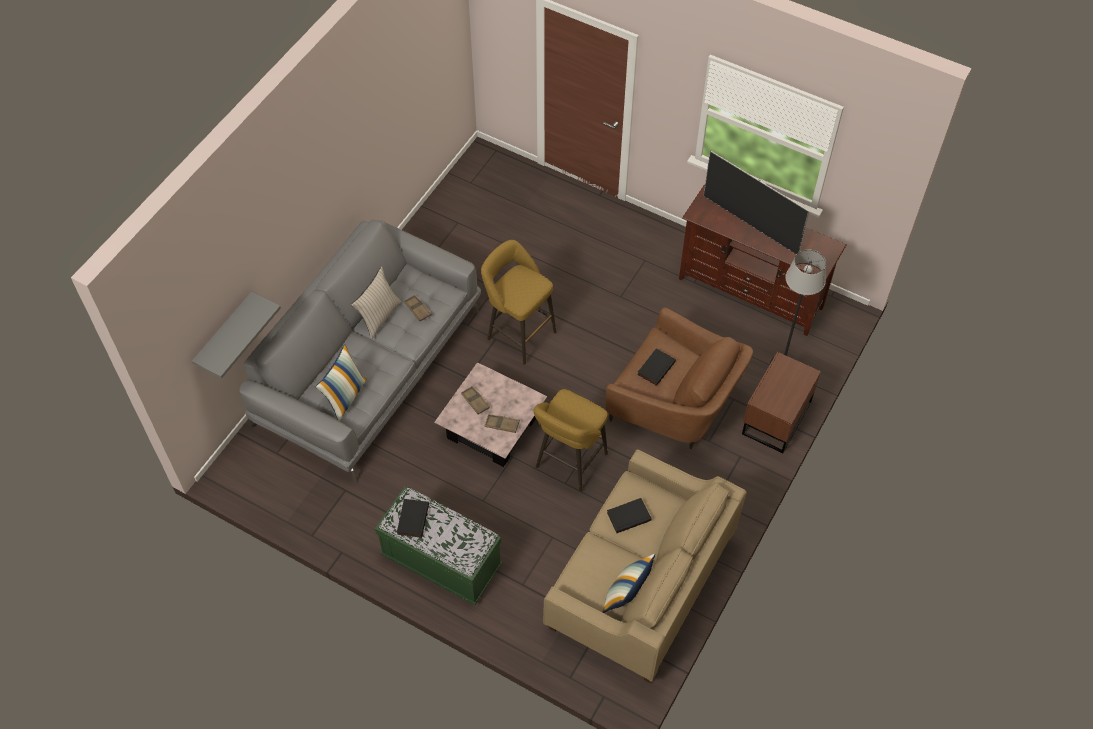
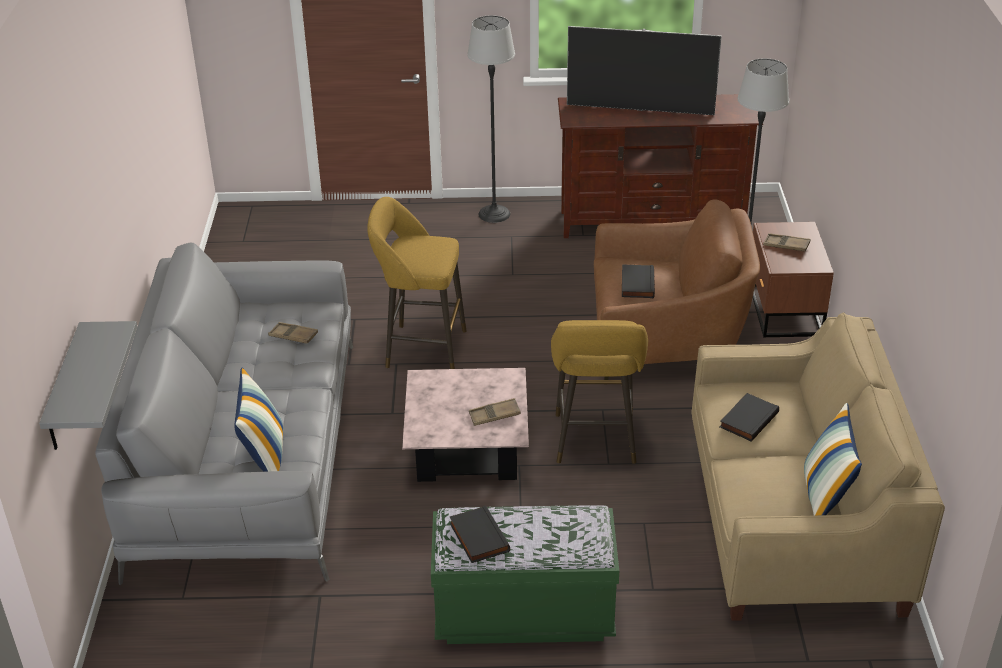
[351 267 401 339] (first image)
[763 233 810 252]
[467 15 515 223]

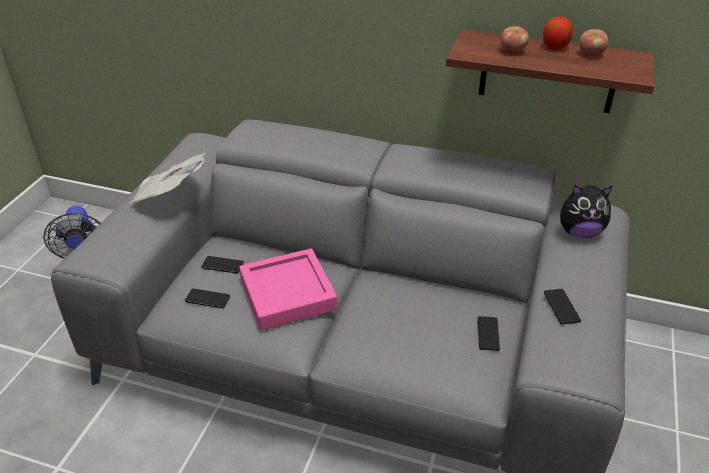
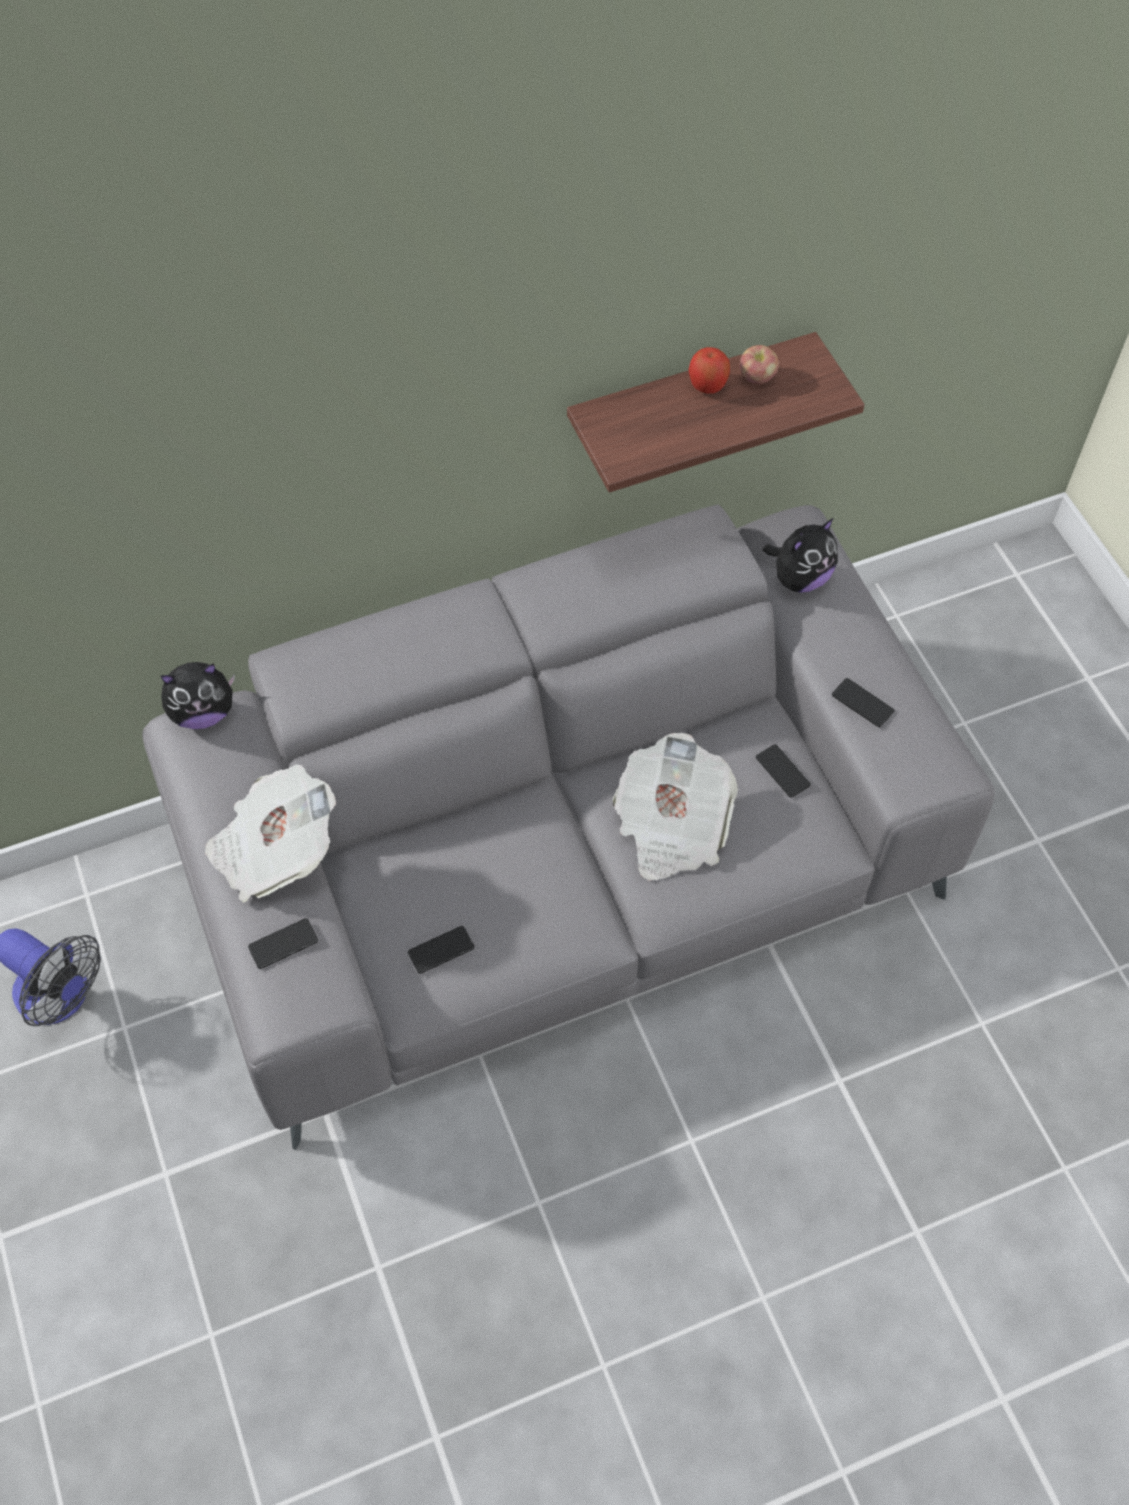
[501 26 529 53] (first image)
[239 248 337 330] (first image)
[248 918 318 969]
[161 662 235 729]
[613 733 738 881]

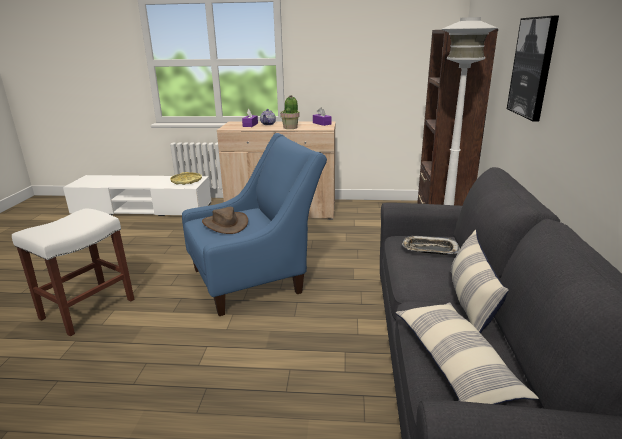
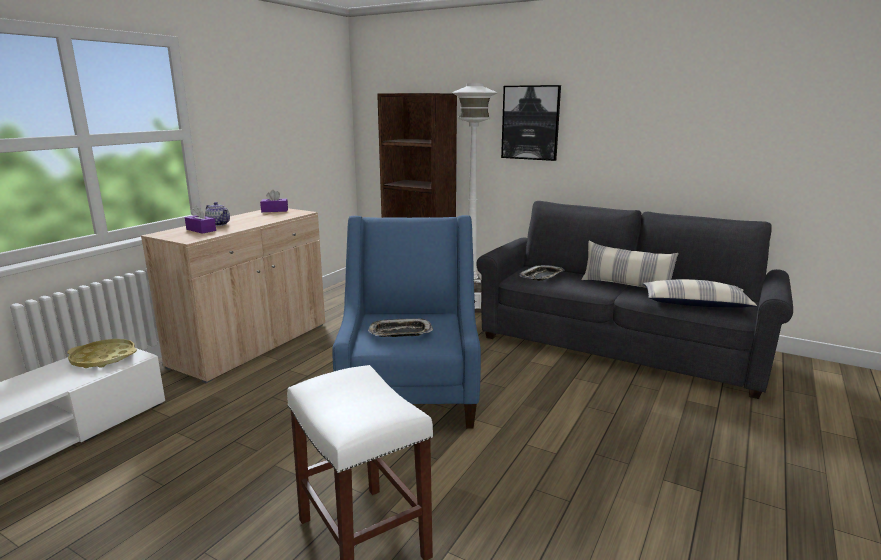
[280 95 300 129] (first image)
[368 318 433 337]

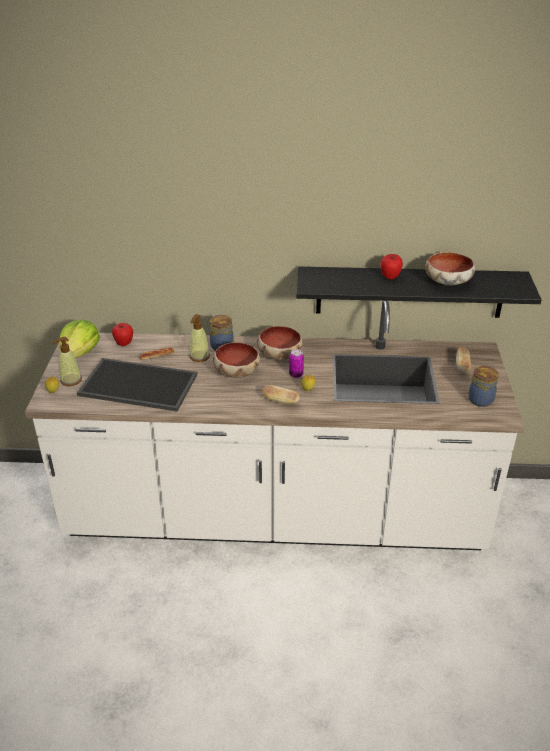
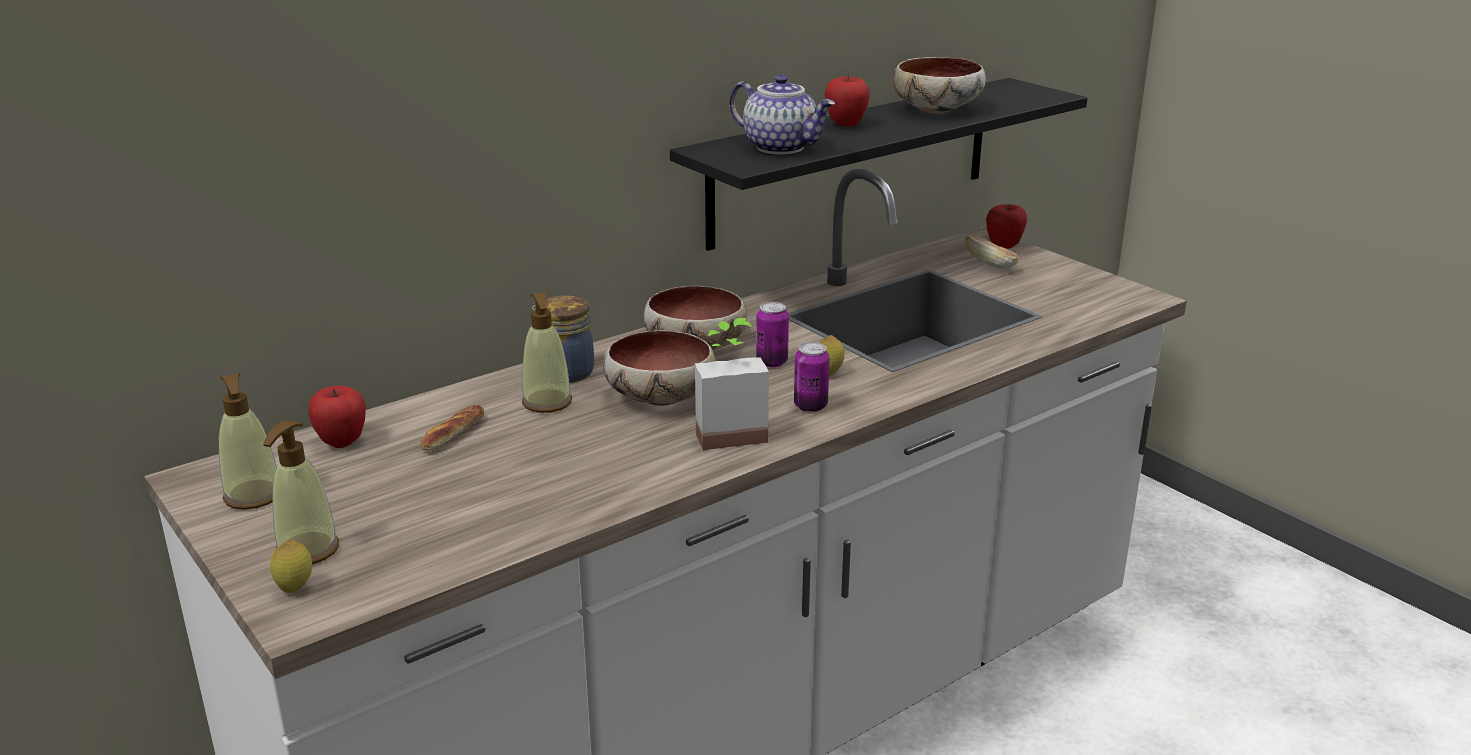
[219 373 277 510]
[77 358 197 411] (first image)
[468 366 499 407] (first image)
[794 342 830 412]
[729 74 835 155]
[986 204 1027 249]
[695 318 769 450]

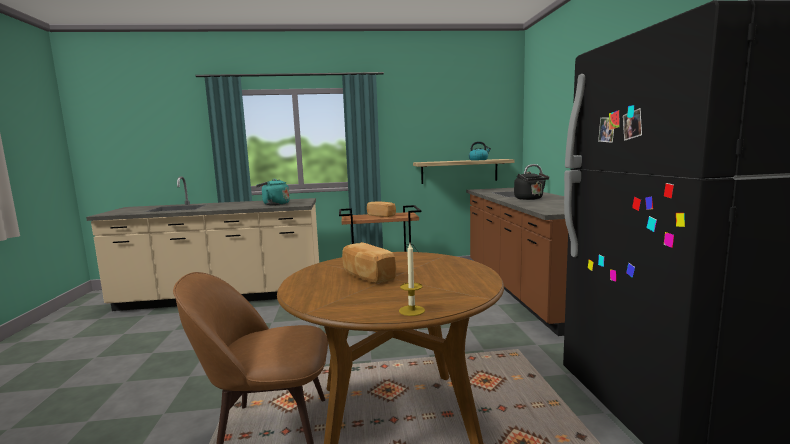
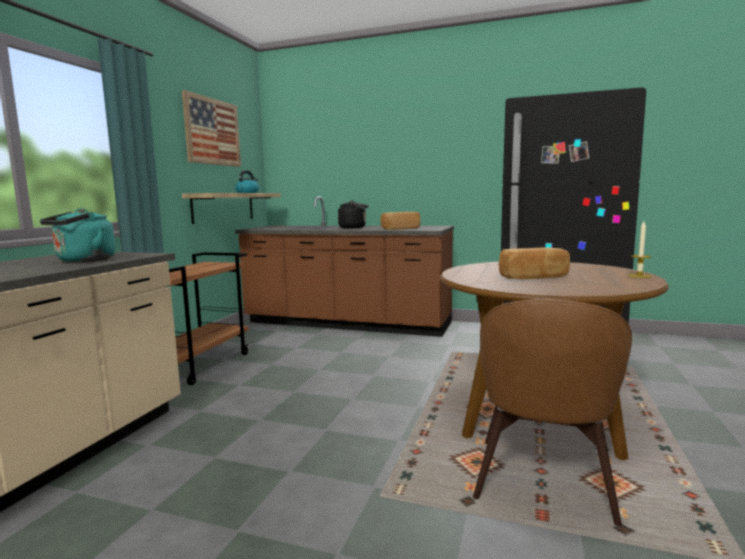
[380 212 420 230]
[182 90 241 167]

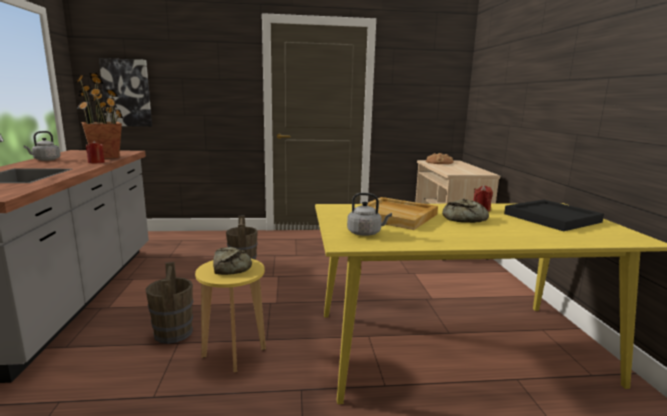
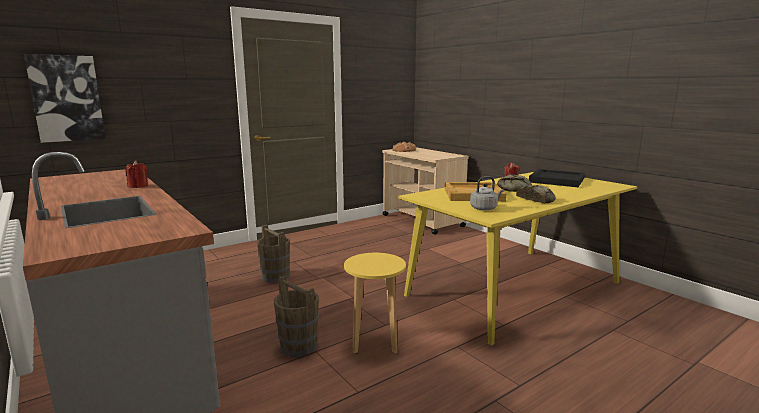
[74 73 123 159] (first image)
[24 131 60 161] (first image)
[516 185 556 203]

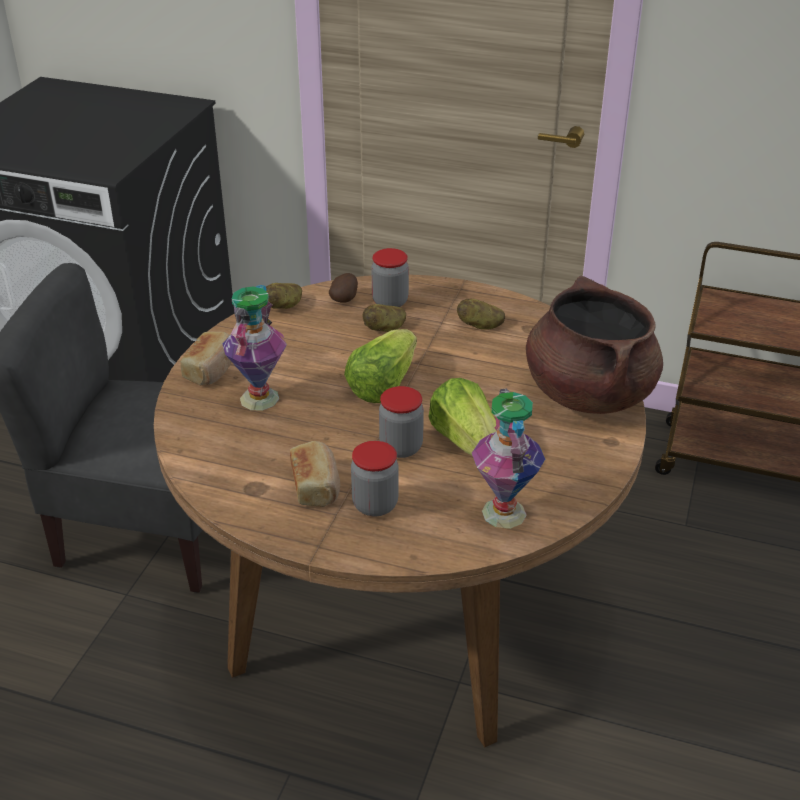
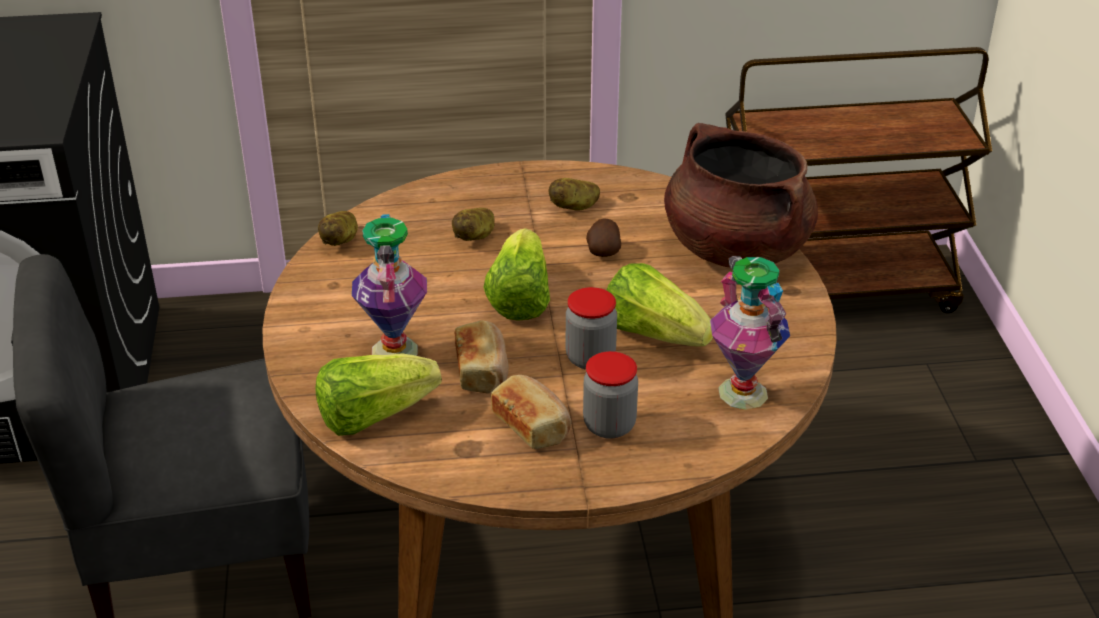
[371 248 409 307] (first image)
[586 218 621 257]
[455 320 509 394]
[316 353 442 436]

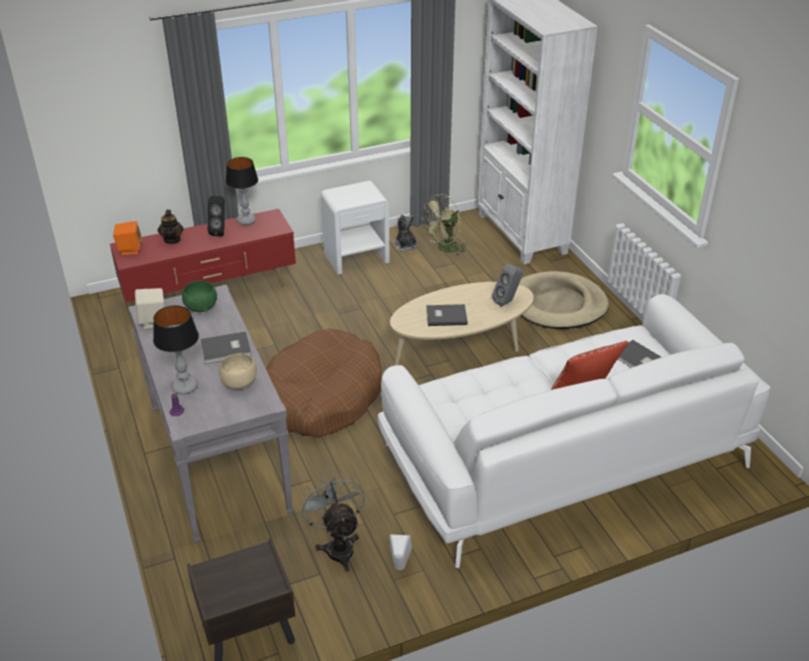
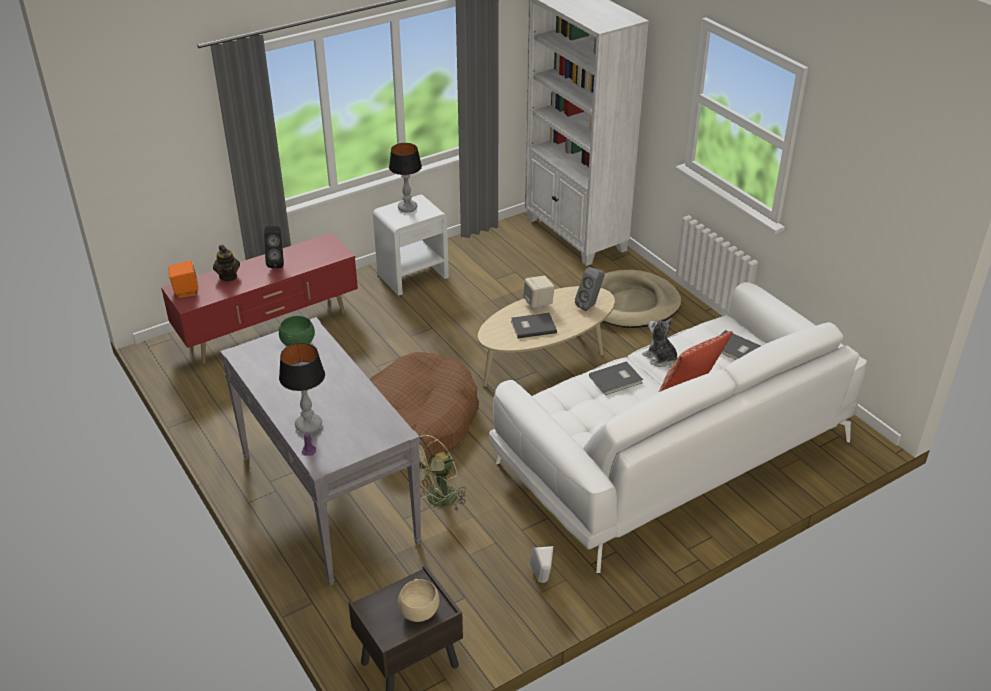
[389 143 422 213]
[405 435 466 512]
[642 318 680 367]
[523 276 555 312]
[589 361 643 395]
[398 579 439 622]
[299 471 365 572] (first image)

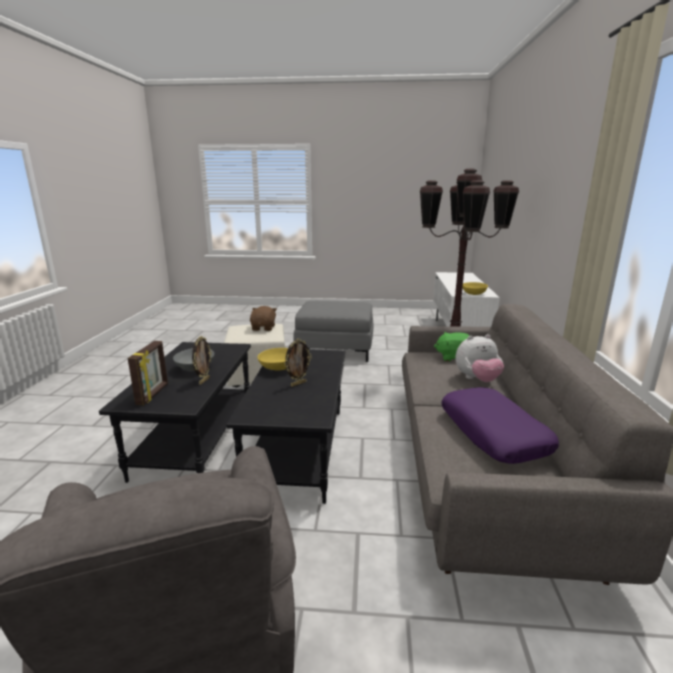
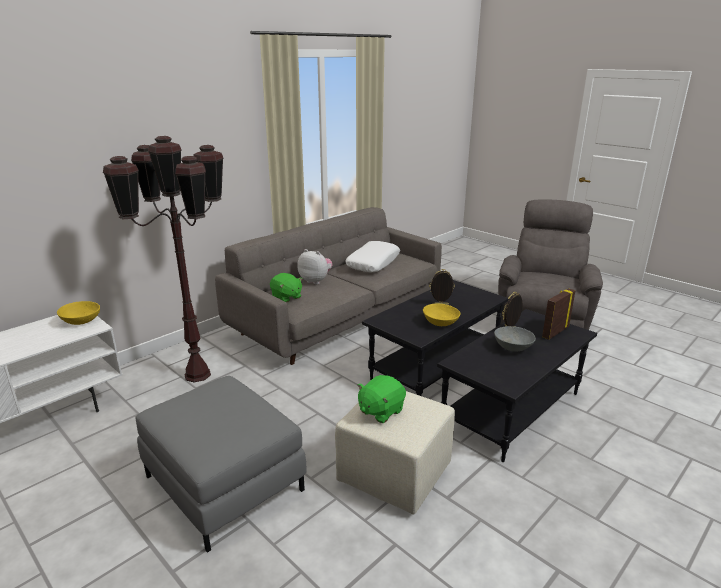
[357 375 406 423]
[345 241 400 273]

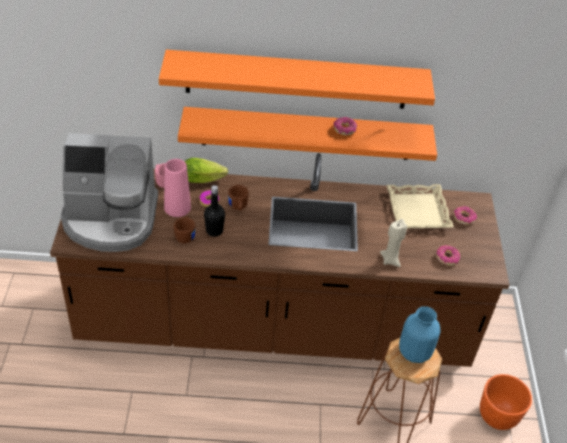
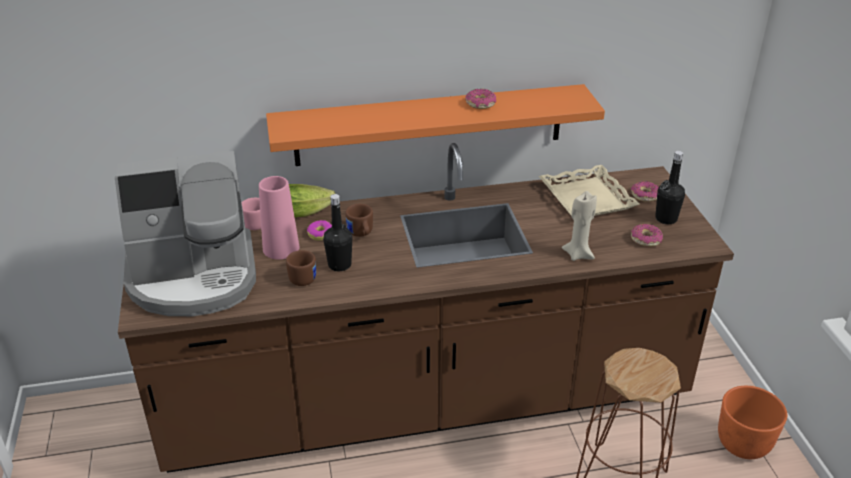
[159 50 435 109] (first image)
[399 306 441 363] (first image)
[655 151 685 224]

